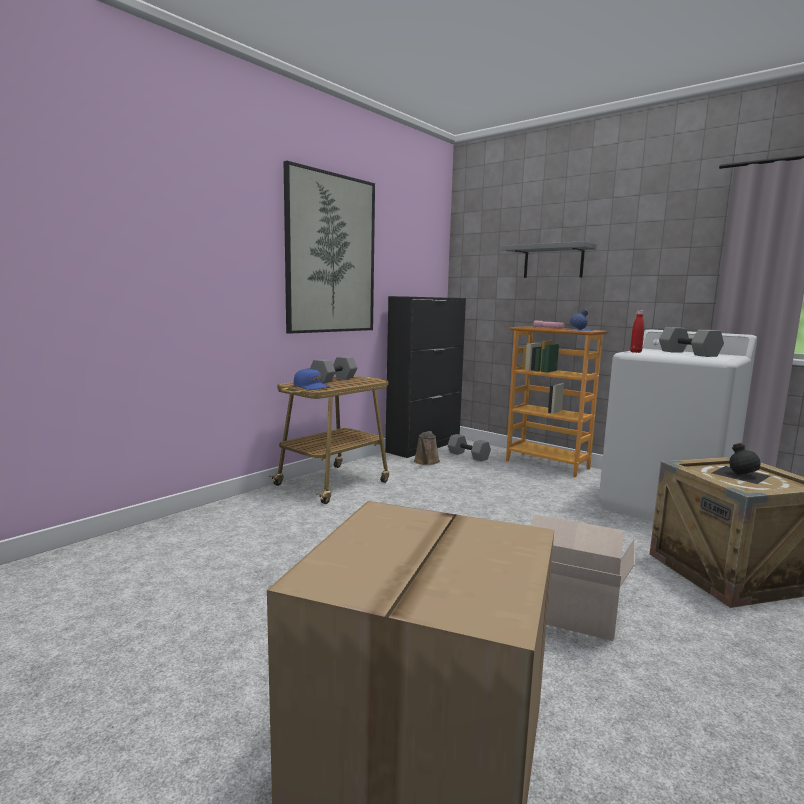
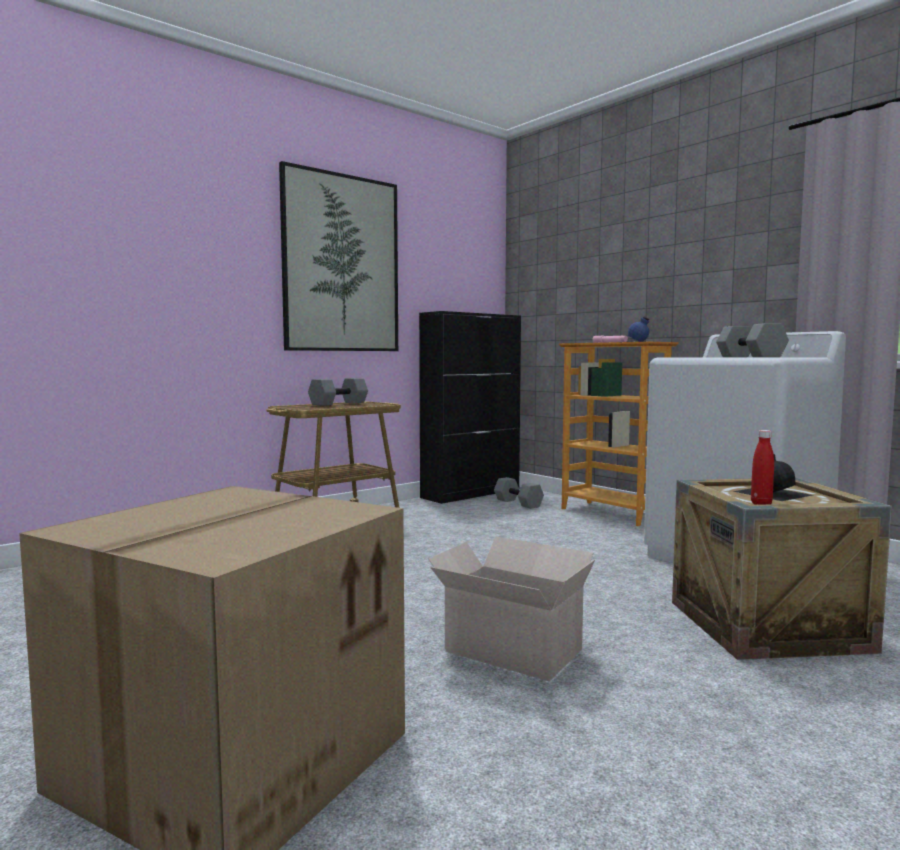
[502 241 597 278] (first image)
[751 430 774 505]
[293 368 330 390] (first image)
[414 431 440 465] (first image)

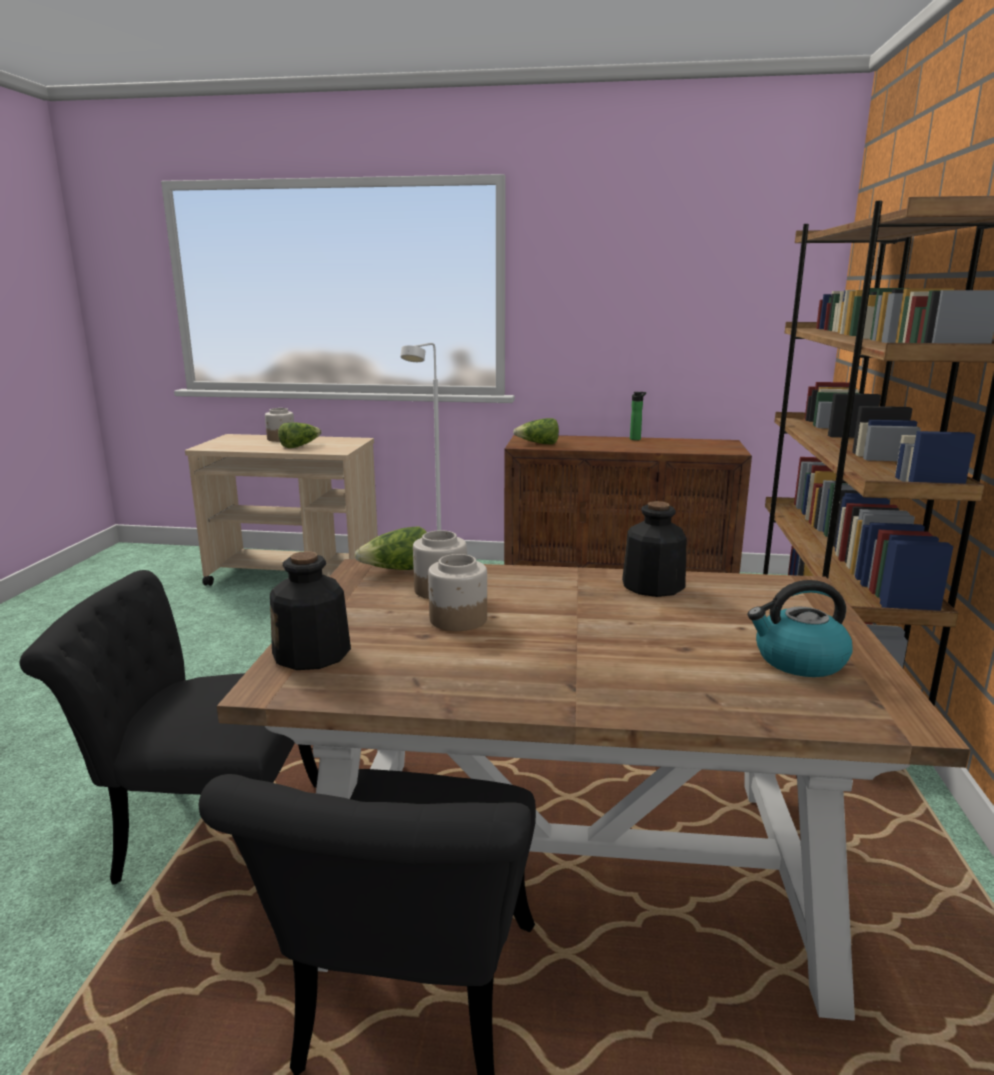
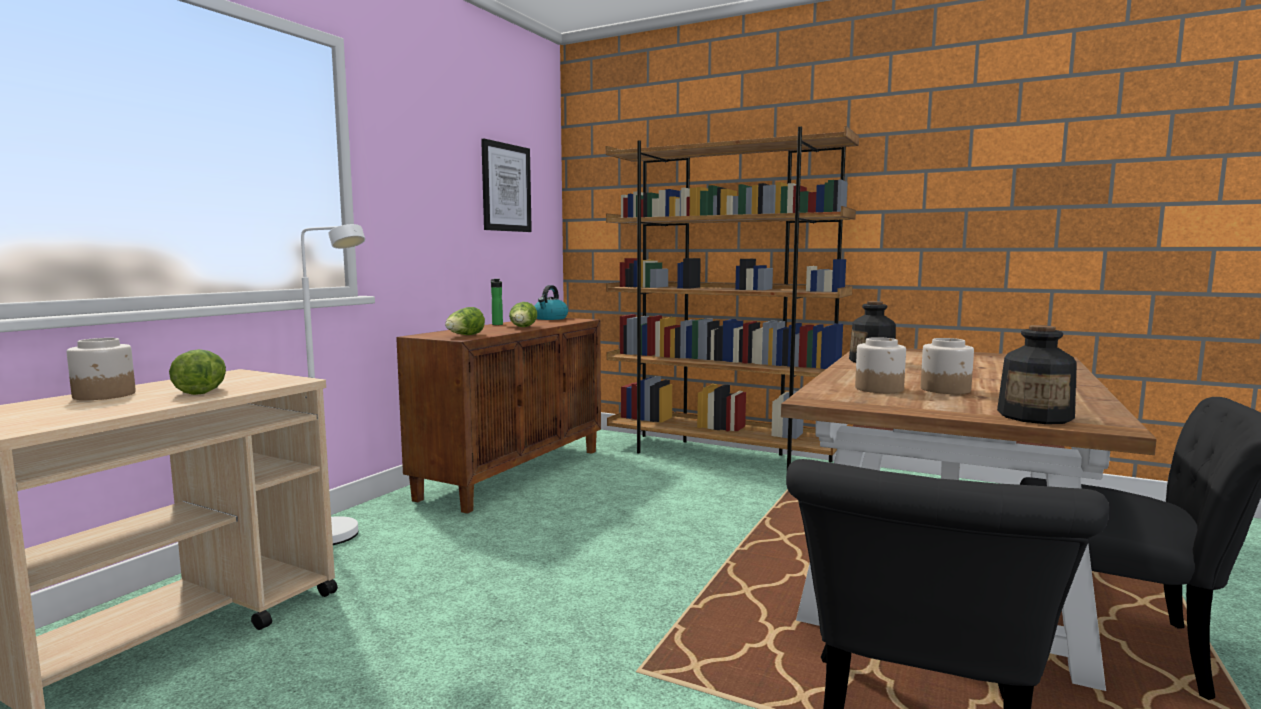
[509 302 537 327]
[534 285 568 320]
[481 138 532 232]

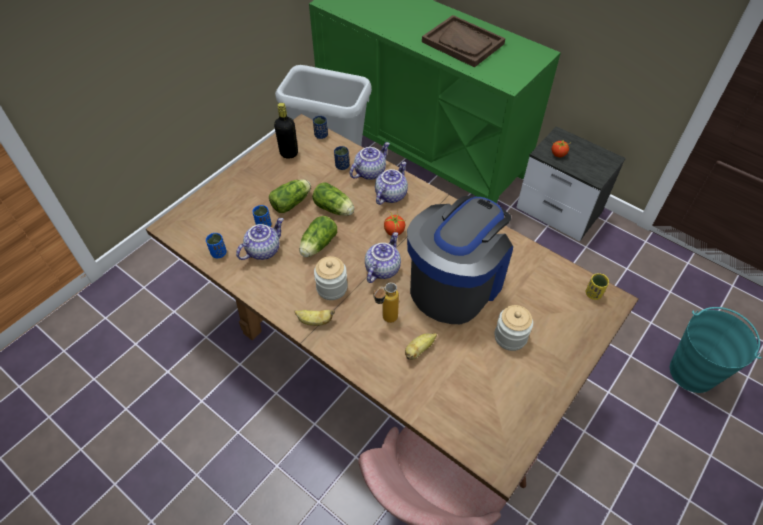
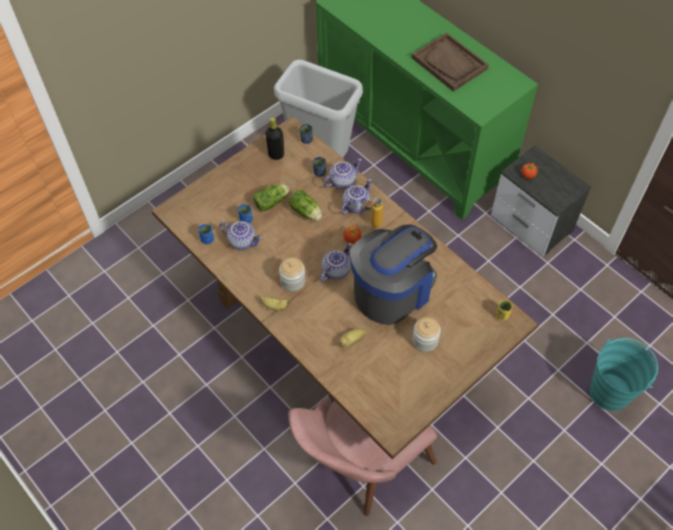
[299 216 337 257] (first image)
[219 221 262 250]
[364 197 383 228]

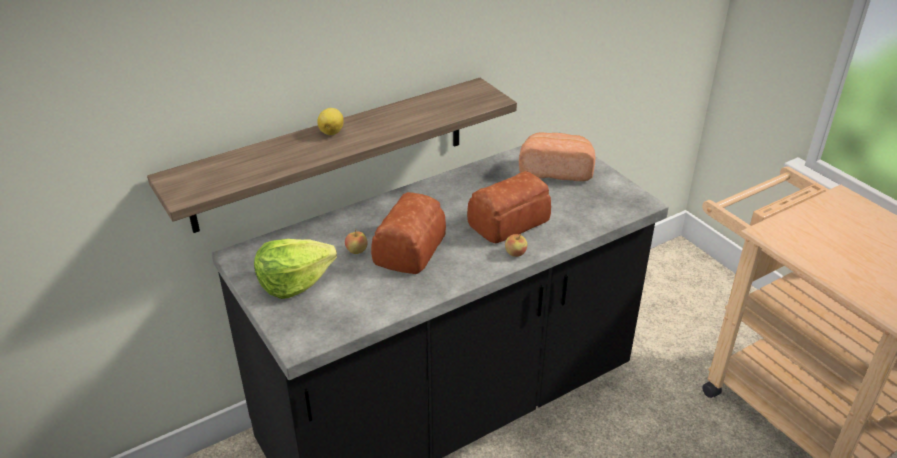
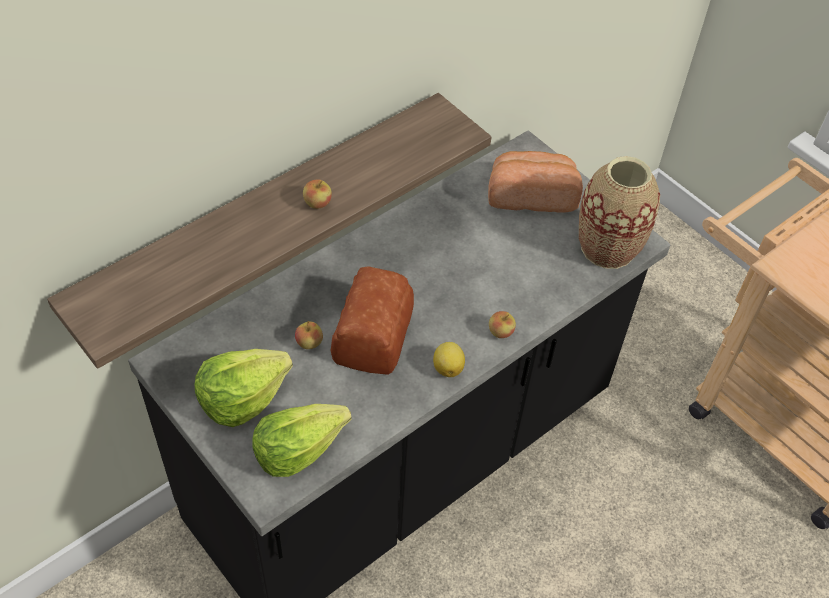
[433 342 465 377]
[467 171 551 243] (first image)
[579 156 660 269]
[303 180 332 209]
[252 404 352 477]

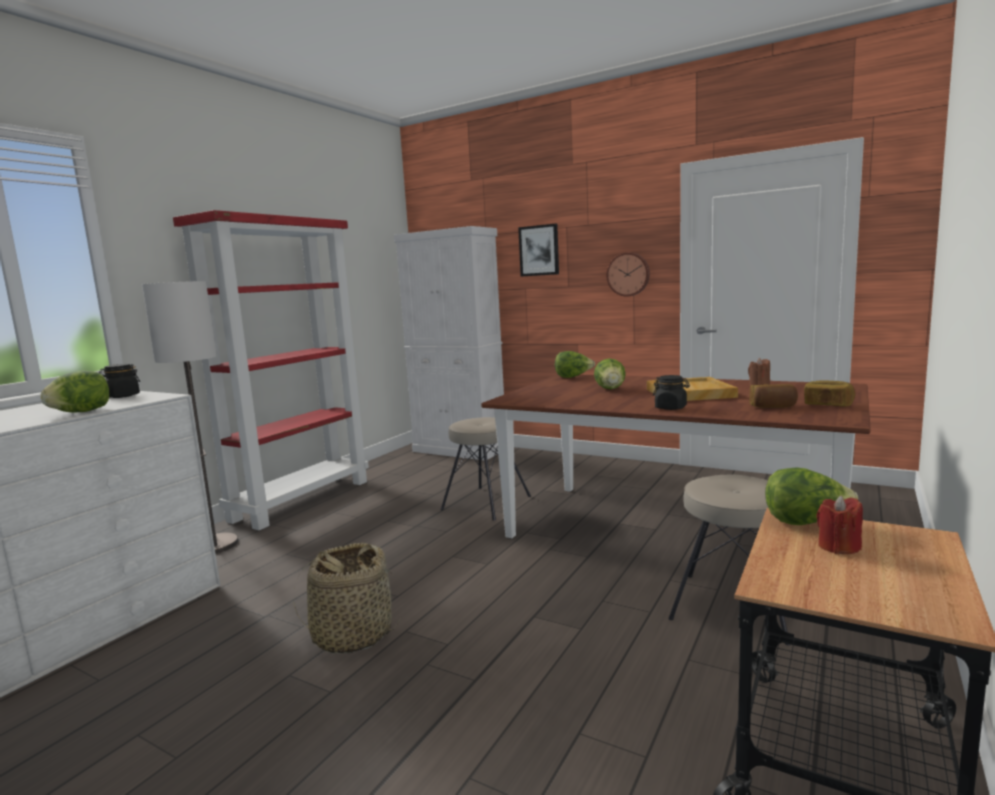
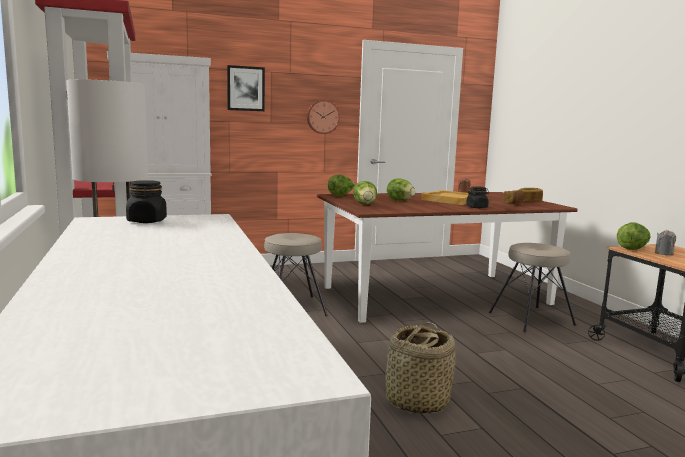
[353 181 377 205]
[655 230 676 255]

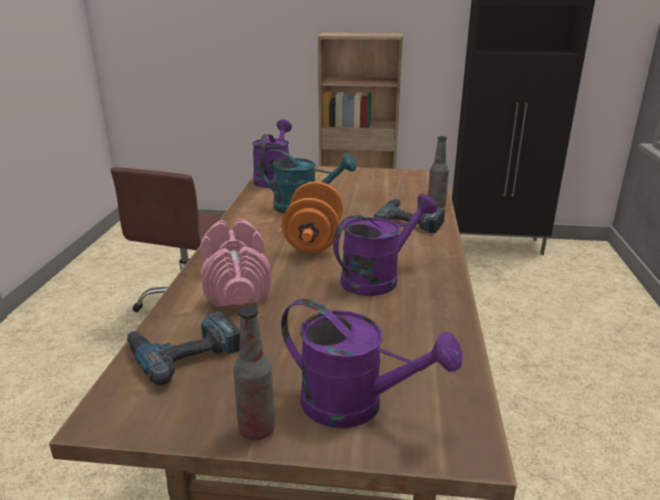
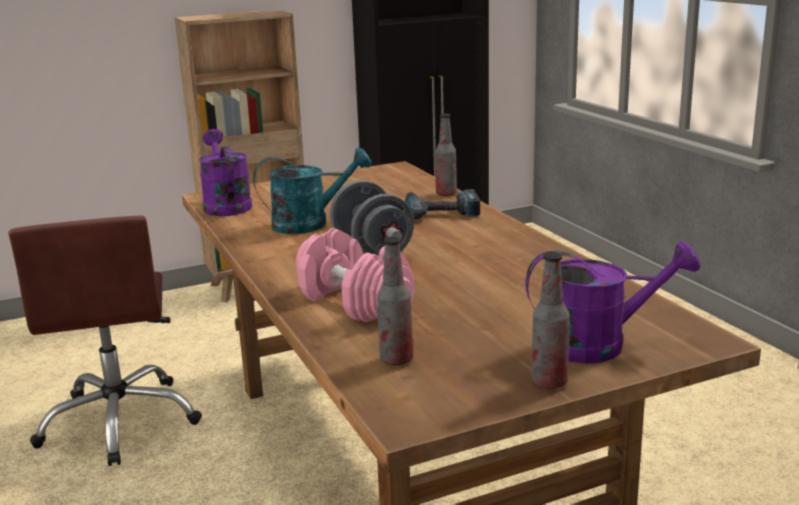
[330 180 414 256]
[333 194 437 296] (first image)
[377 237 413 366]

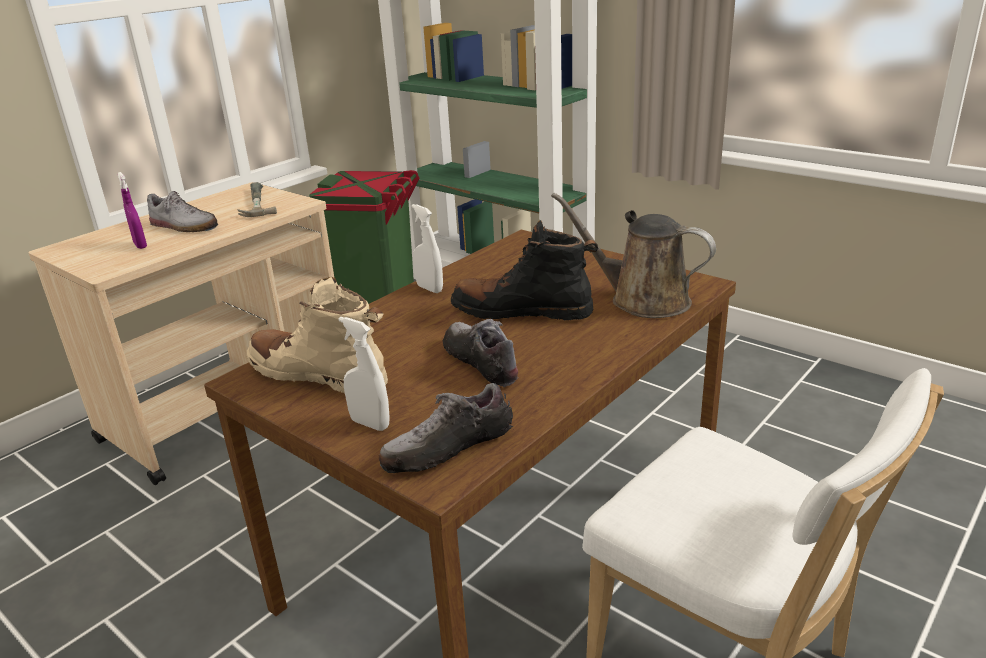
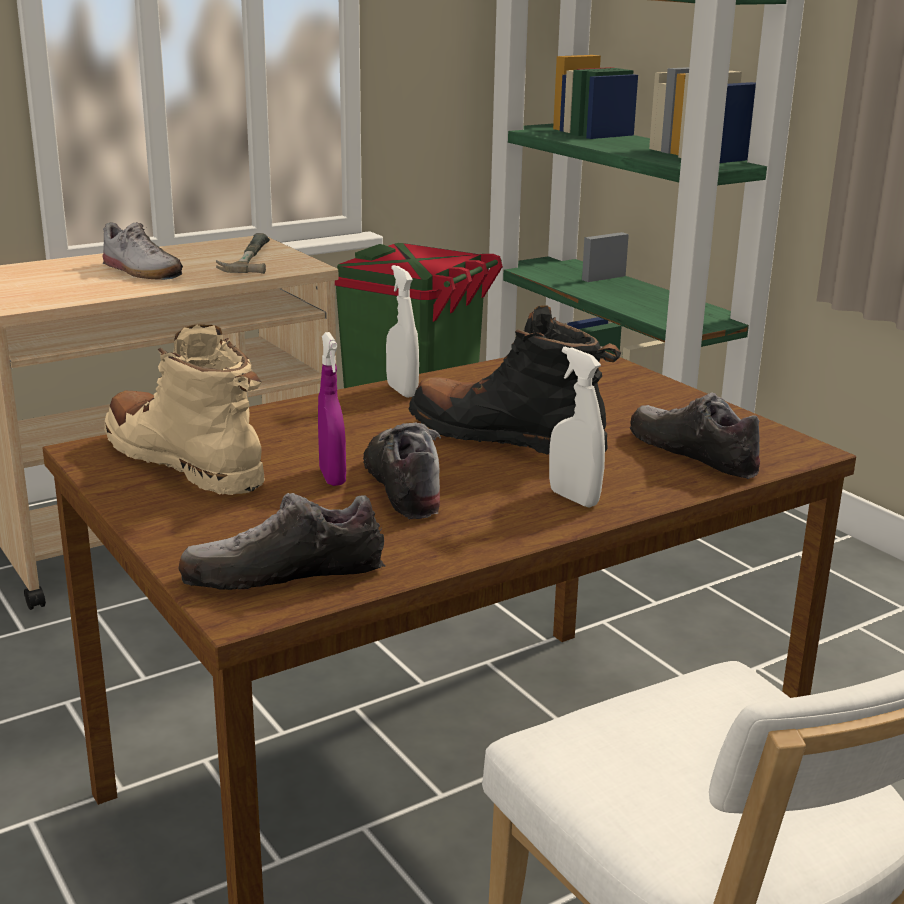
[318 332 346 486]
[630 392 760 479]
[549 347 605 508]

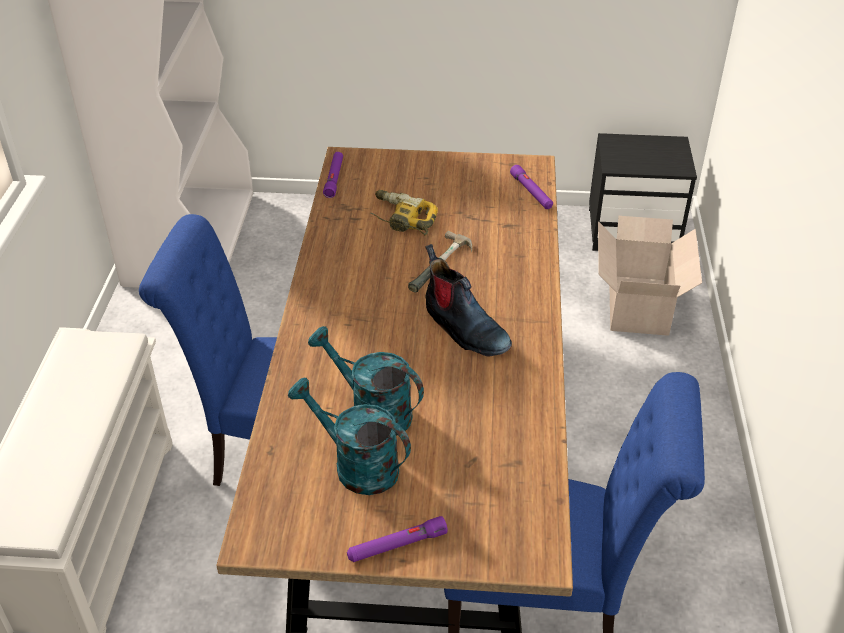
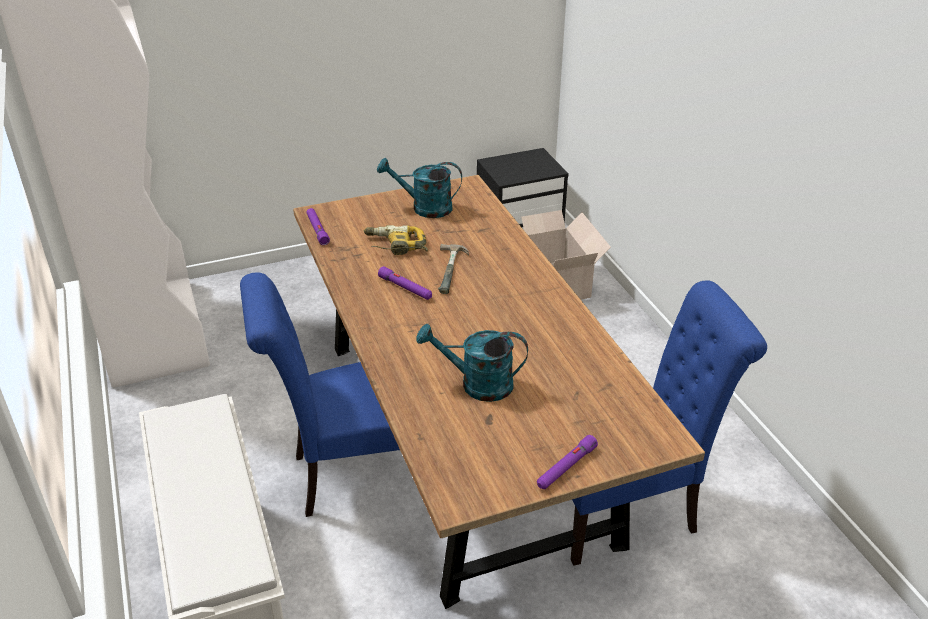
[378 266 432 300]
[425 244 512 357] (first image)
[377 158 462 218]

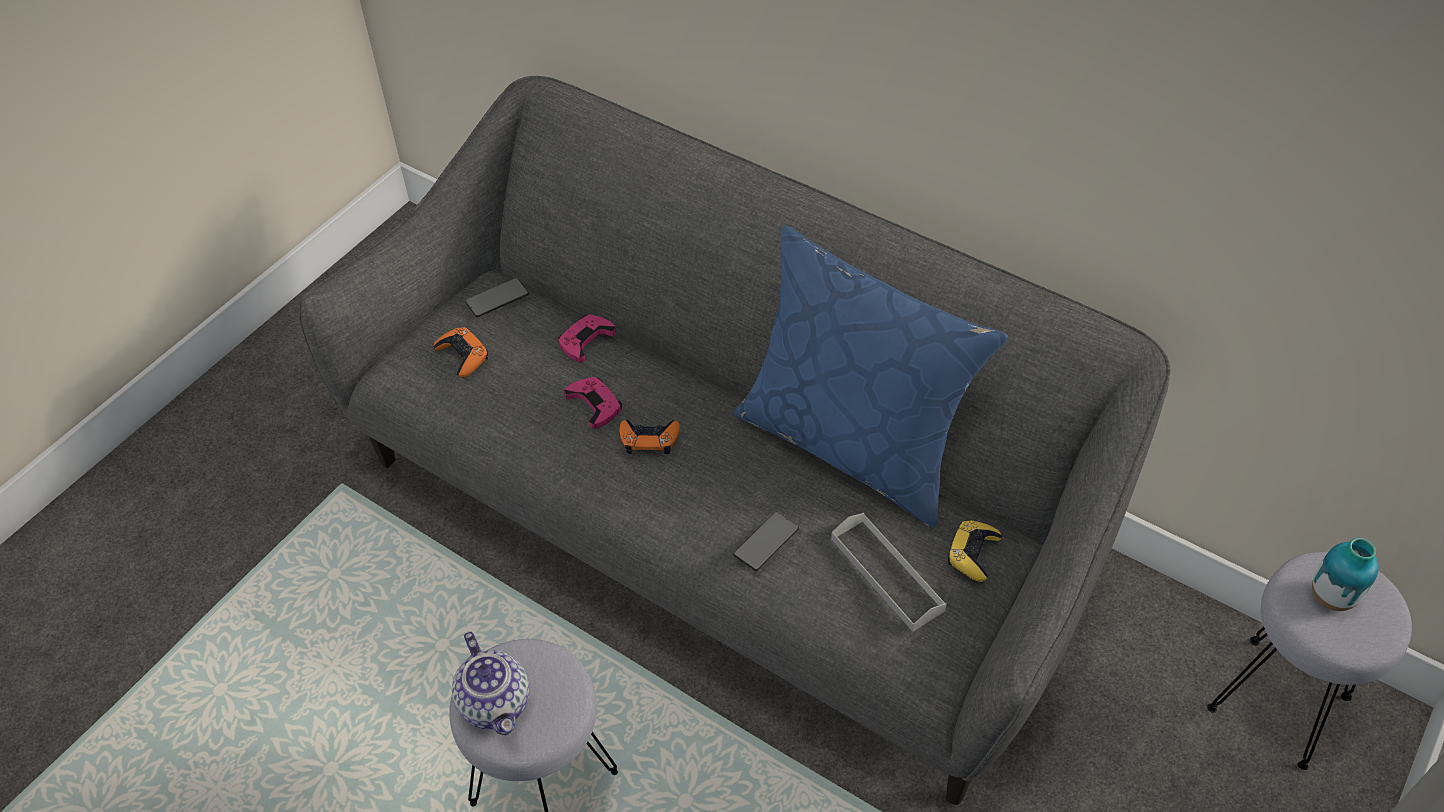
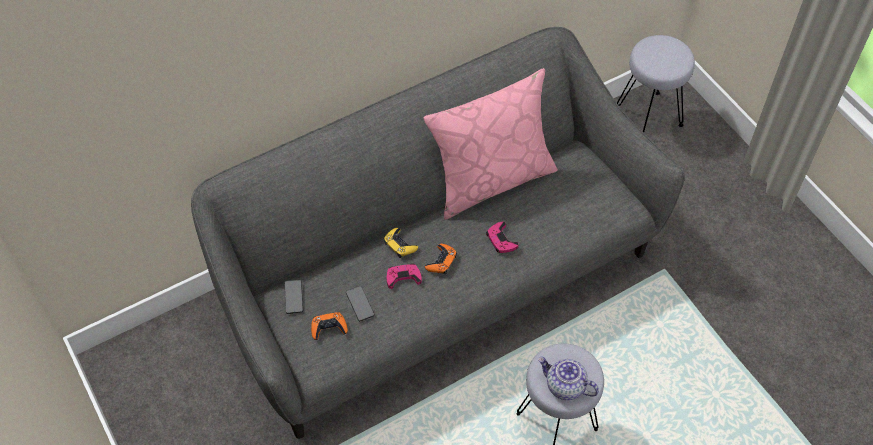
[424 68 558 220]
[486 221 518 253]
[346 286 375 322]
[831 513 947 632] (first image)
[384 228 418 258]
[1312 537 1379 611] (first image)
[538 357 599 400]

